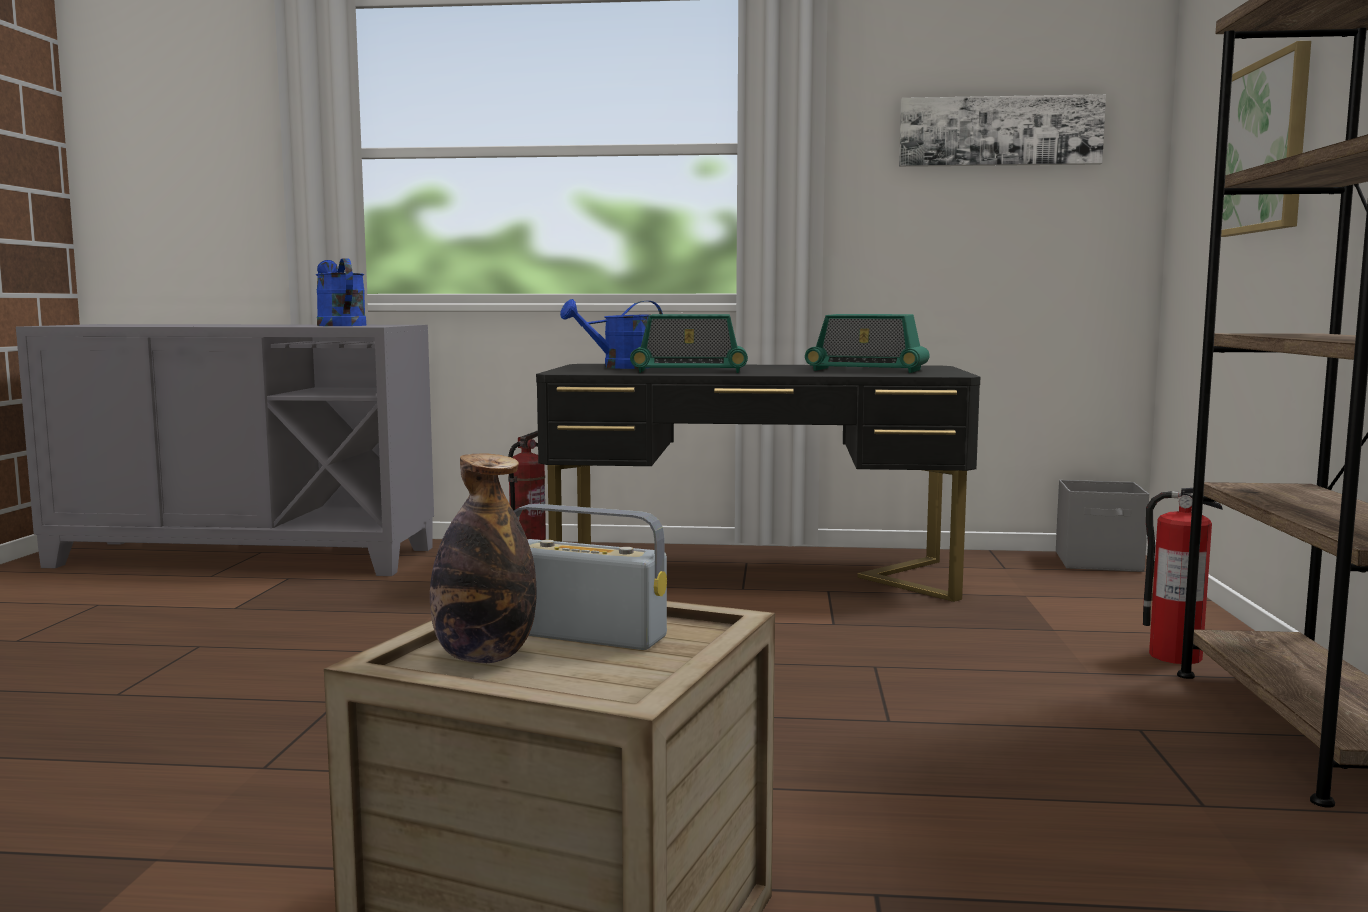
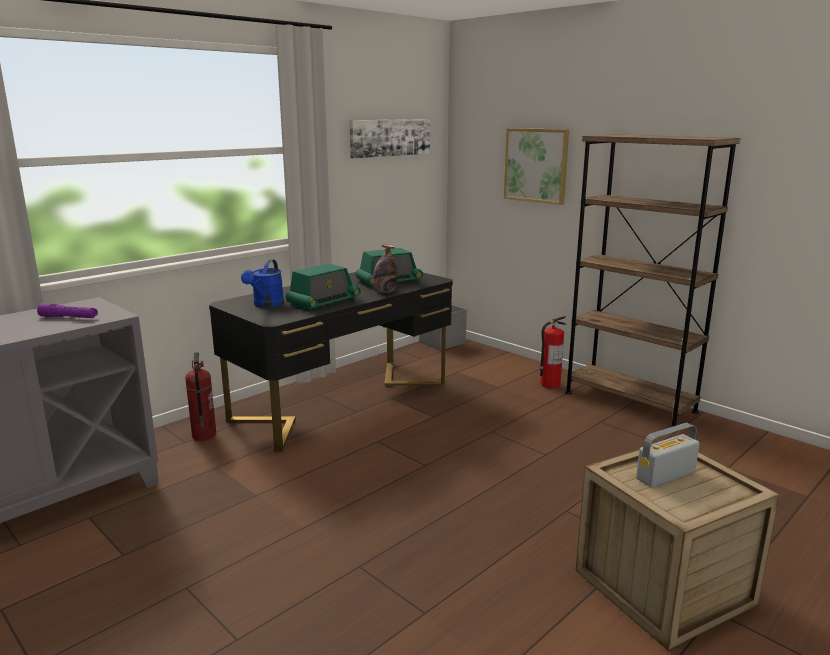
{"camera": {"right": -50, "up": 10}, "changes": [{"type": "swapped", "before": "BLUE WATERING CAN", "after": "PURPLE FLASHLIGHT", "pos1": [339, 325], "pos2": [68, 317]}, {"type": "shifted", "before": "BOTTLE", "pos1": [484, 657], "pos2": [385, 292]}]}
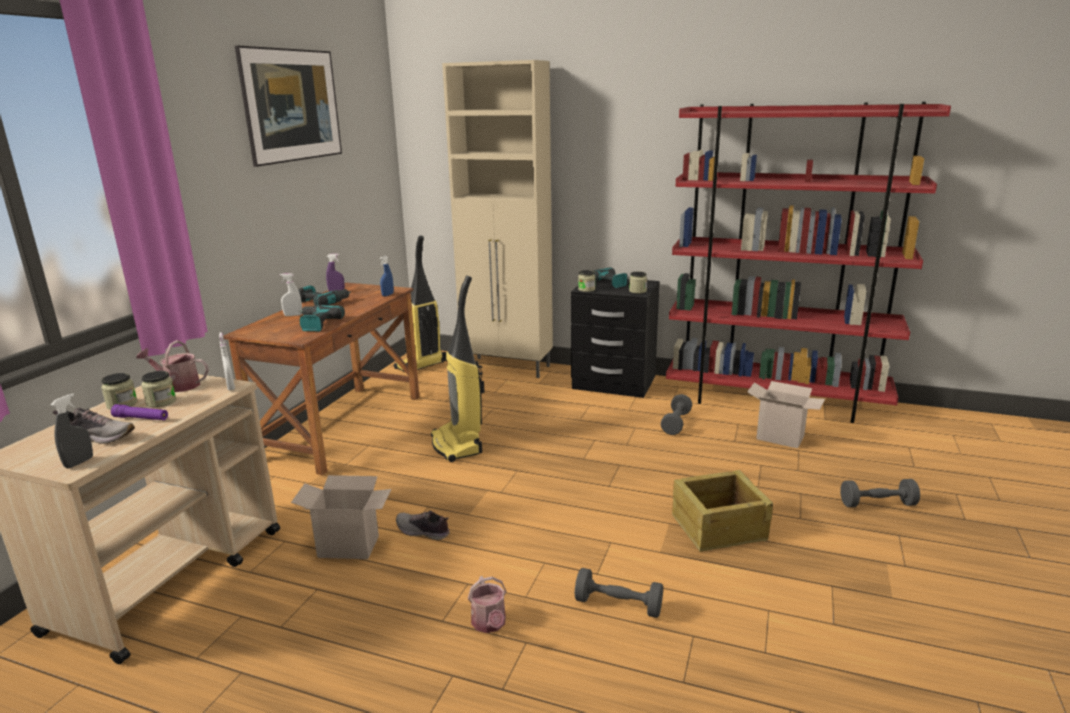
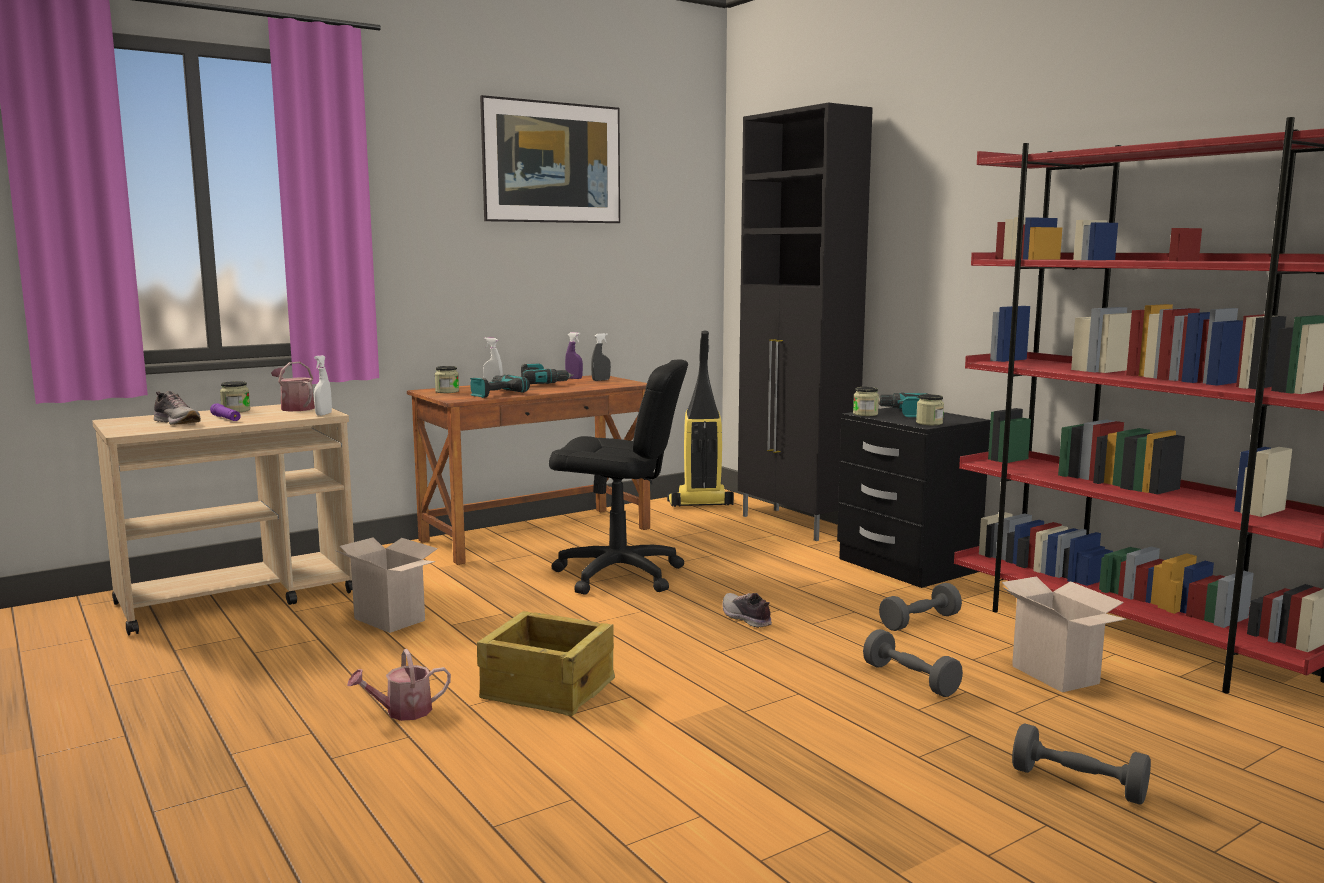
{"camera": {"right": 35, "up": -10}, "changes": [{"type": "rotated", "before": "WATERING CAN", "pos1": [490, 624], "pos2": [402, 712], "turn": 45}, {"type": "shifted", "before": "STORAGE JAR", "pos1": [161, 402], "pos2": [447, 391]}, {"type": "shifted", "before": "PACKING CRATE", "pos1": [717, 527], "pos2": [547, 688]}, {"type": "swapped", "before": "VACUUM", "after": "BLACK-COLOURED OFFICE CHAIR", "pos1": [458, 445], "pos2": [619, 575]}, {"type": "shifted", "before": "GREYISH SPRAY BOTTLE", "pos1": [79, 463], "pos2": [601, 380]}, {"type": "shifted", "before": "SHOE", "pos1": [423, 532], "pos2": [745, 618]}, {"type": "repainted", "before": "BEIGE CABINET", "after": "BLACK-COLOURED CABINET", "pos1": [508, 368], "pos2": [795, 525]}, {"type": "shifted", "before": "GREYISH FREE WEIGHT", "pos1": [618, 605], "pos2": [910, 679]}, {"type": "gone", "before": "BLUE SPRAY BOTTLE", "pos1": [387, 295]}]}
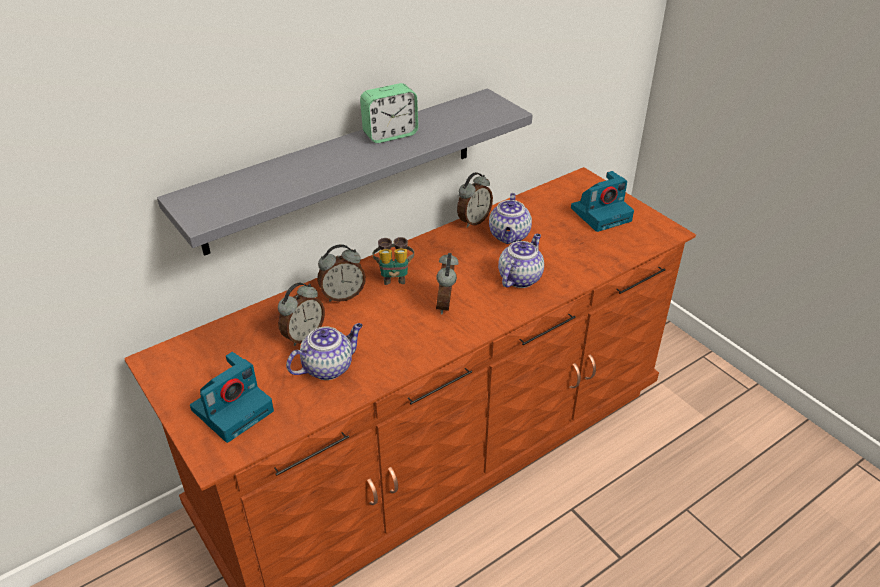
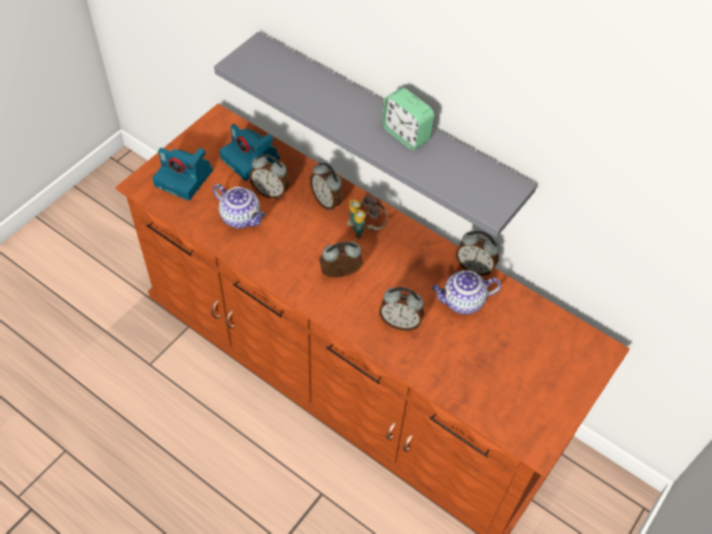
{"camera": {"right": 70, "up": 15}, "changes": [{"type": "shifted", "before": "PHOTO CAMERA", "pos1": [601, 214], "pos2": [251, 159]}, {"type": "swapped", "before": "TEA POT", "after": "BEDSIDE CLOCK", "pos1": [520, 278], "pos2": [400, 322]}]}
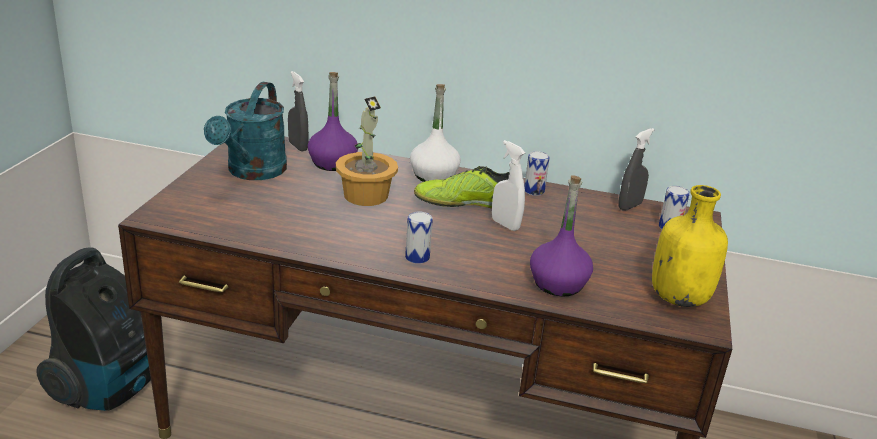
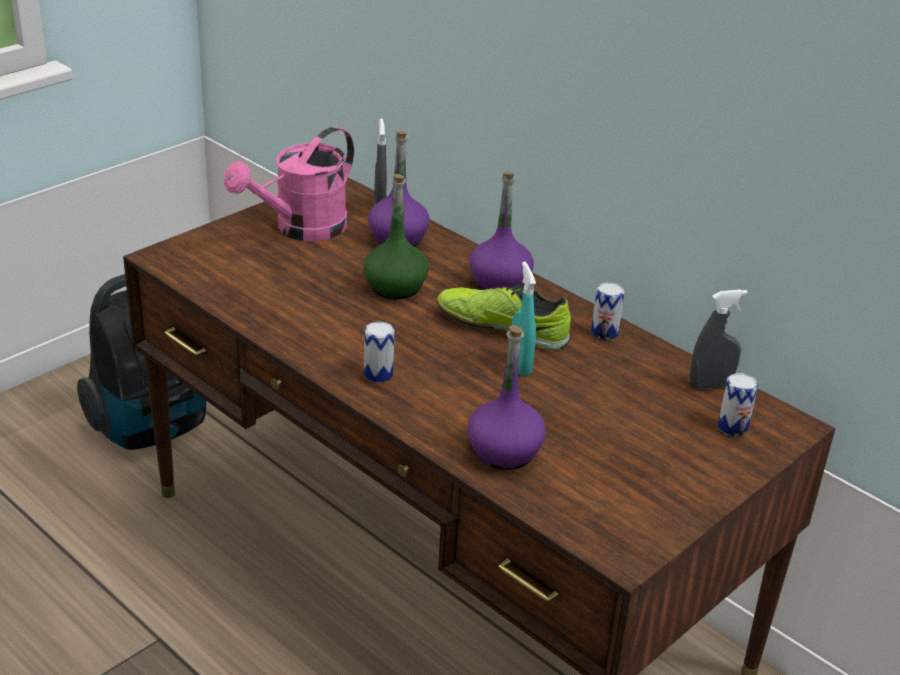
{"camera": {"right": 30, "up": 5}, "changes": [{"type": "repainted", "before": "TURQUOISE-COLOURED WATERING CAN", "after": "PINKISH WATERING CAN", "pos1": [252, 172], "pos2": [301, 230]}, {"type": "swapped", "before": "POTTED PLANT", "after": "GREENISH BOTTLE", "pos1": [365, 195], "pos2": [395, 287]}, {"type": "repainted", "before": "WHITE BOTTLE", "after": "PURPLE BOTTLE", "pos1": [433, 176], "pos2": [499, 282]}, {"type": "repainted", "before": "WHITE SPRAY BOTTLE", "after": "TURQUOISE-COLOURED SPRAY BOTTLE", "pos1": [505, 224], "pos2": [520, 365]}, {"type": "gone", "before": "YELLOW-COLOURED BOTTLE", "pos1": [679, 297]}]}
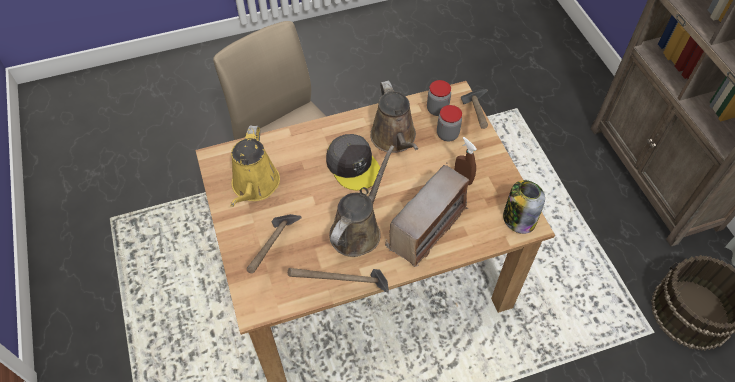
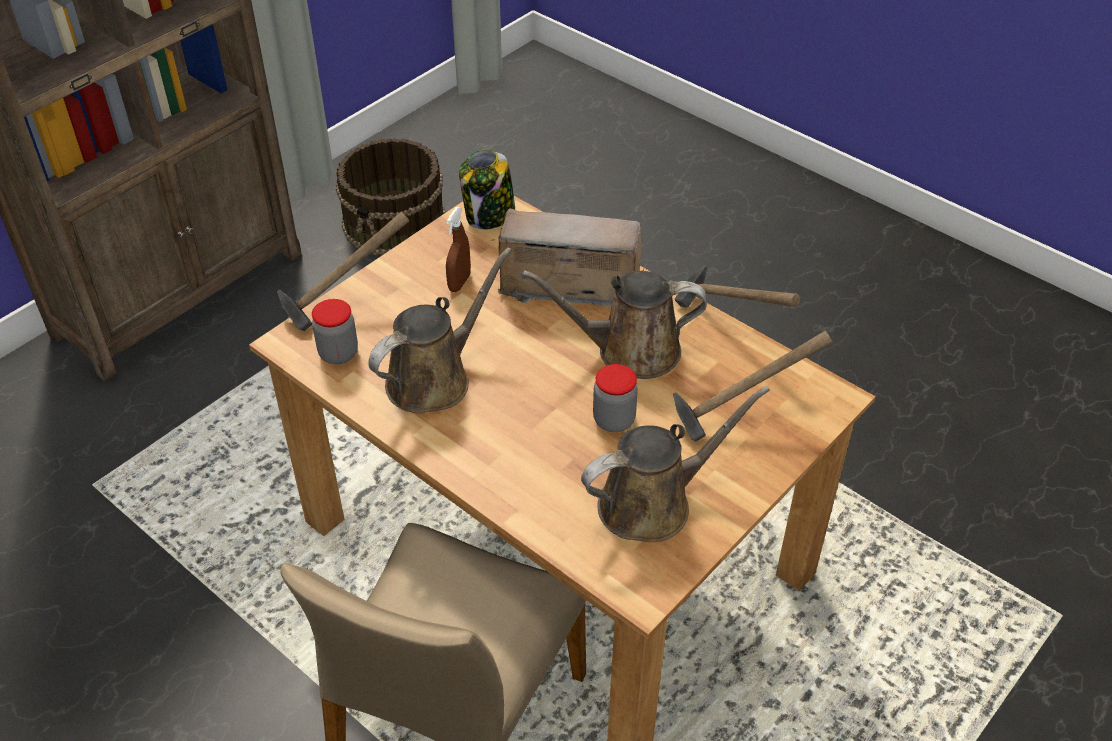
{"camera": {"right": -120, "up": -10}, "changes": [{"type": "repainted", "before": "YELLOW-COLOURED WATERING CAN", "after": "BROWN-COLOURED WATERING CAN", "pos1": [255, 186], "pos2": [653, 503]}, {"type": "shifted", "before": "STORAGE JAR", "pos1": [447, 134], "pos2": [614, 420]}, {"type": "gone", "before": "GREYISH BASEBALL CAP", "pos1": [353, 165]}]}
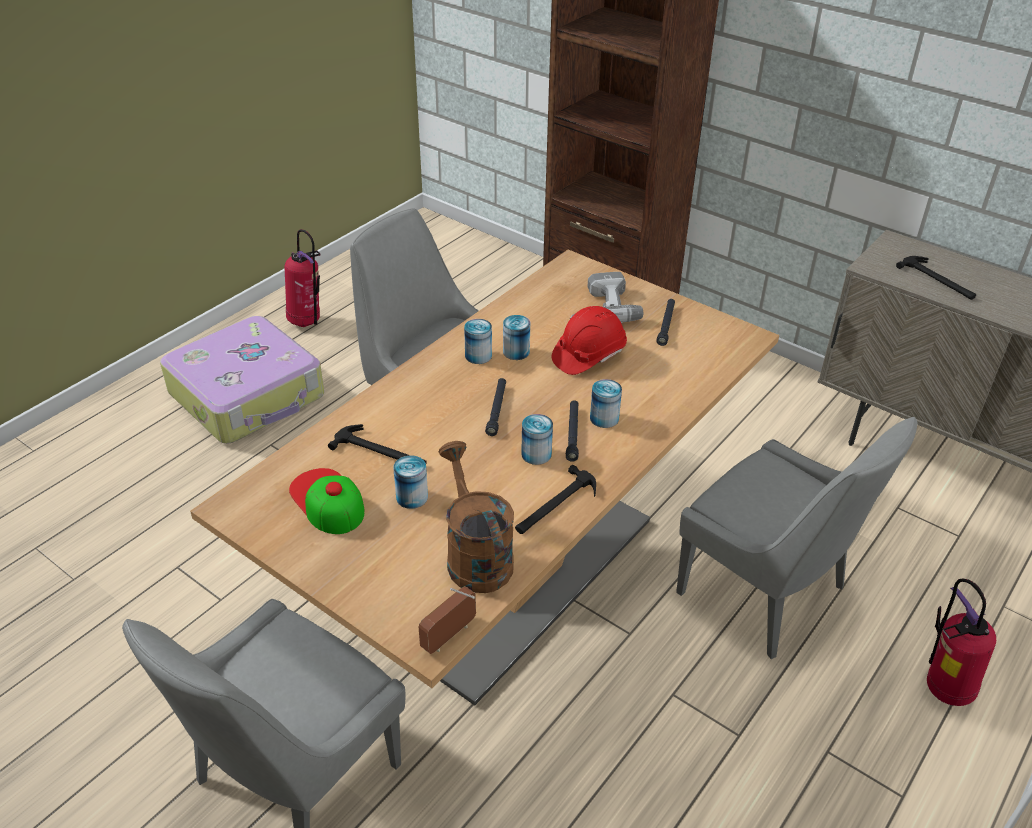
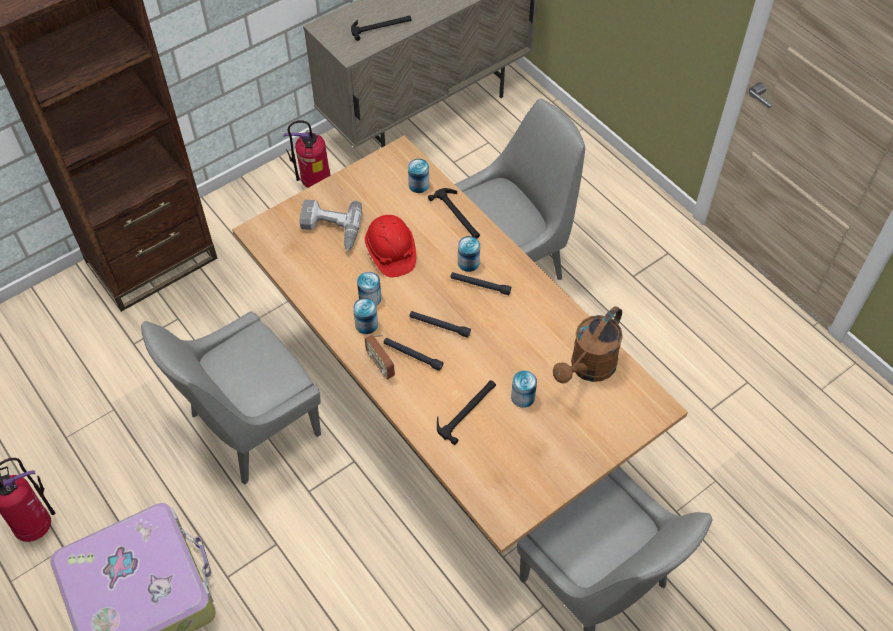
{"camera": {"right": -75, "up": 15}, "changes": [{"type": "shifted", "before": "FIRE EXTINGUISHER", "pos1": [943, 689], "pos2": [314, 184]}, {"type": "shifted", "before": "RADIO RECEIVER", "pos1": [449, 636], "pos2": [381, 365]}, {"type": "shifted", "before": "BLACK-COLOURED FLASHLIGHT", "pos1": [666, 325], "pos2": [412, 356]}, {"type": "shifted", "before": "CAN", "pos1": [536, 454], "pos2": [418, 185]}, {"type": "shifted", "before": "HAND HAMMER", "pos1": [555, 505], "pos2": [458, 215]}, {"type": "rotated", "before": "BROWN-COLOURED WATERING CAN", "pos1": [475, 555], "pos2": [588, 369], "turn": -45}, {"type": "gone", "before": "BASEBALL CAP", "pos1": [327, 501]}]}
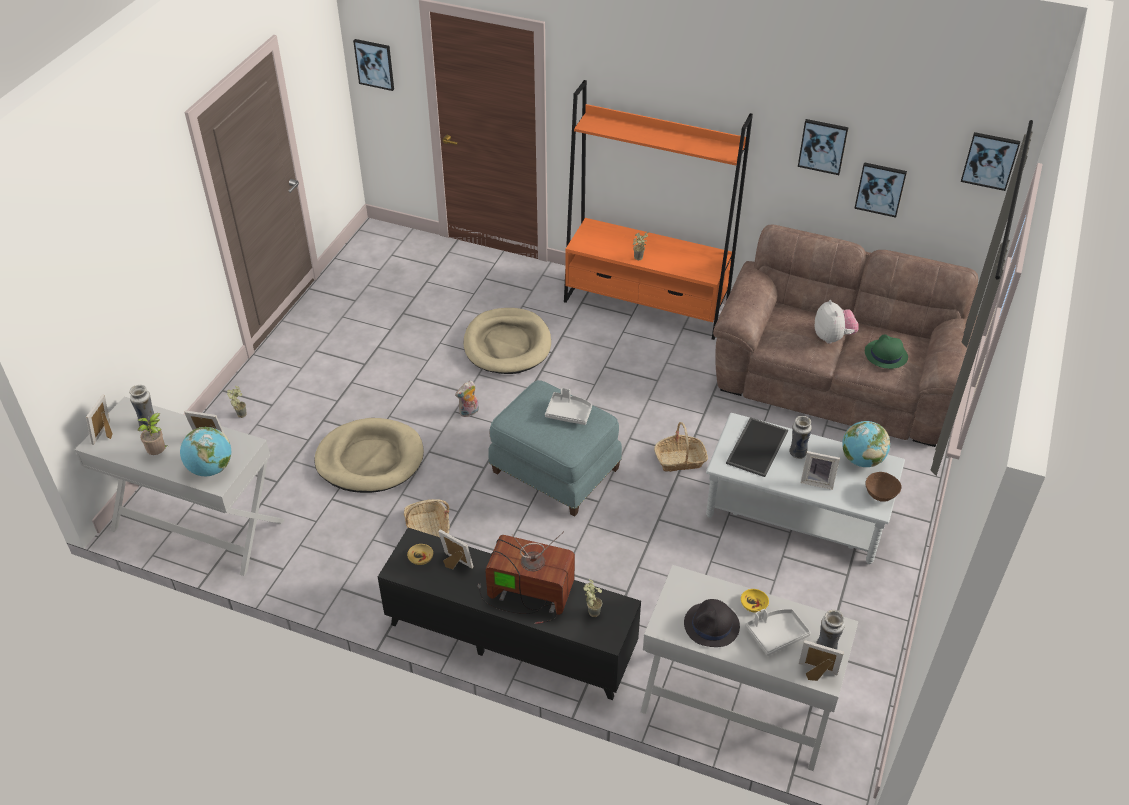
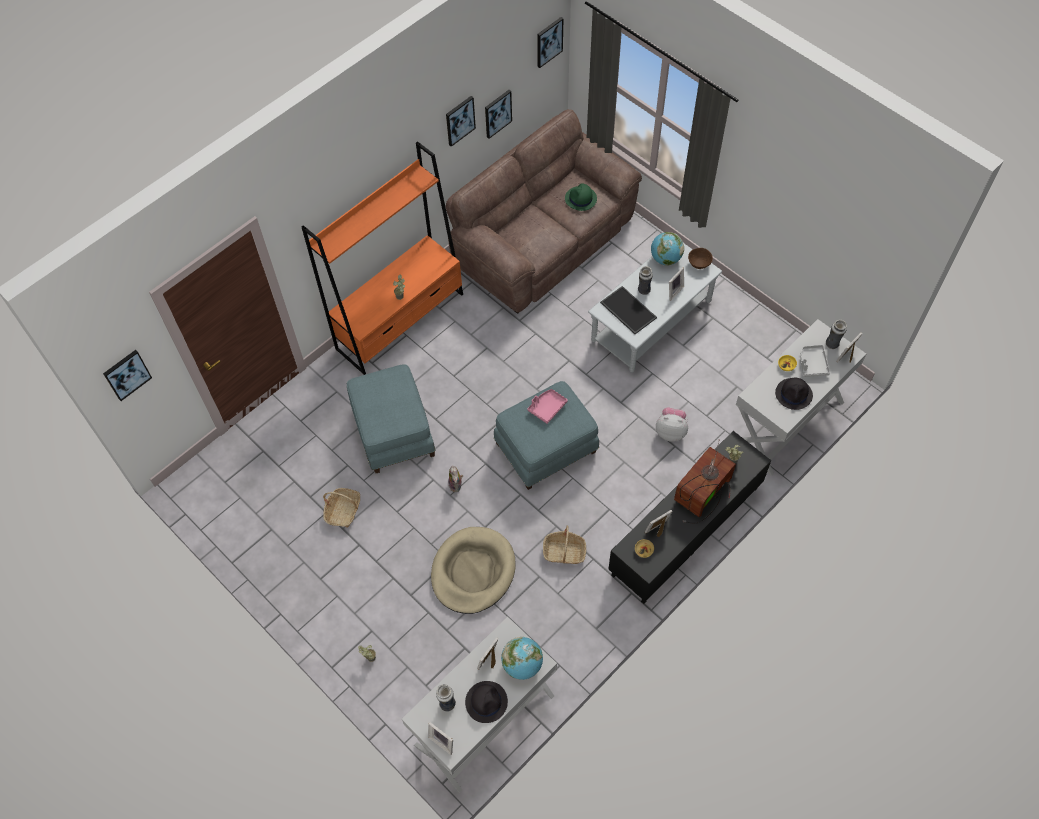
{"camera": {"right": -65, "up": 15}, "changes": [{"type": "shifted", "before": "HOUSEHOLD BASKET", "pos1": [680, 460], "pos2": [343, 511]}, {"type": "swapped", "before": "BEIGE PET BED", "after": "BLUE POUFFE", "pos1": [507, 344], "pos2": [393, 432]}, {"type": "swapped", "before": "POTTED PLANT", "after": "BLACK-COLOURED WEARABLE HAT", "pos1": [159, 453], "pos2": [486, 701]}, {"type": "repainted", "before": "GREYISH CARRYING TRAY", "after": "PINKISH CARRYING TRAY", "pos1": [568, 413], "pos2": [547, 407]}, {"type": "shifted", "before": "PLUSH TOY", "pos1": [832, 337], "pos2": [670, 431]}]}
